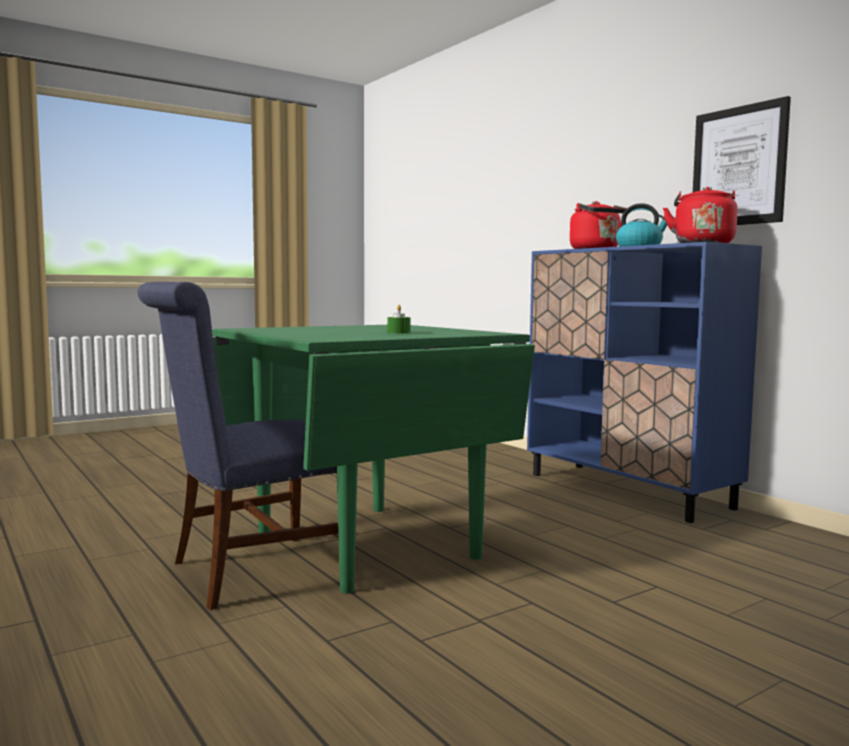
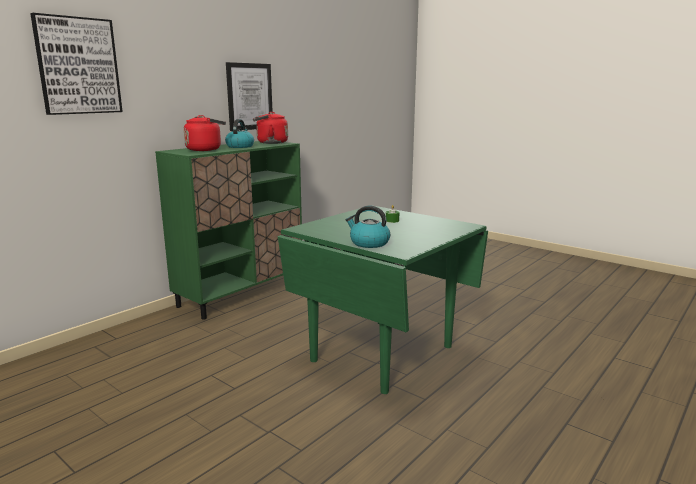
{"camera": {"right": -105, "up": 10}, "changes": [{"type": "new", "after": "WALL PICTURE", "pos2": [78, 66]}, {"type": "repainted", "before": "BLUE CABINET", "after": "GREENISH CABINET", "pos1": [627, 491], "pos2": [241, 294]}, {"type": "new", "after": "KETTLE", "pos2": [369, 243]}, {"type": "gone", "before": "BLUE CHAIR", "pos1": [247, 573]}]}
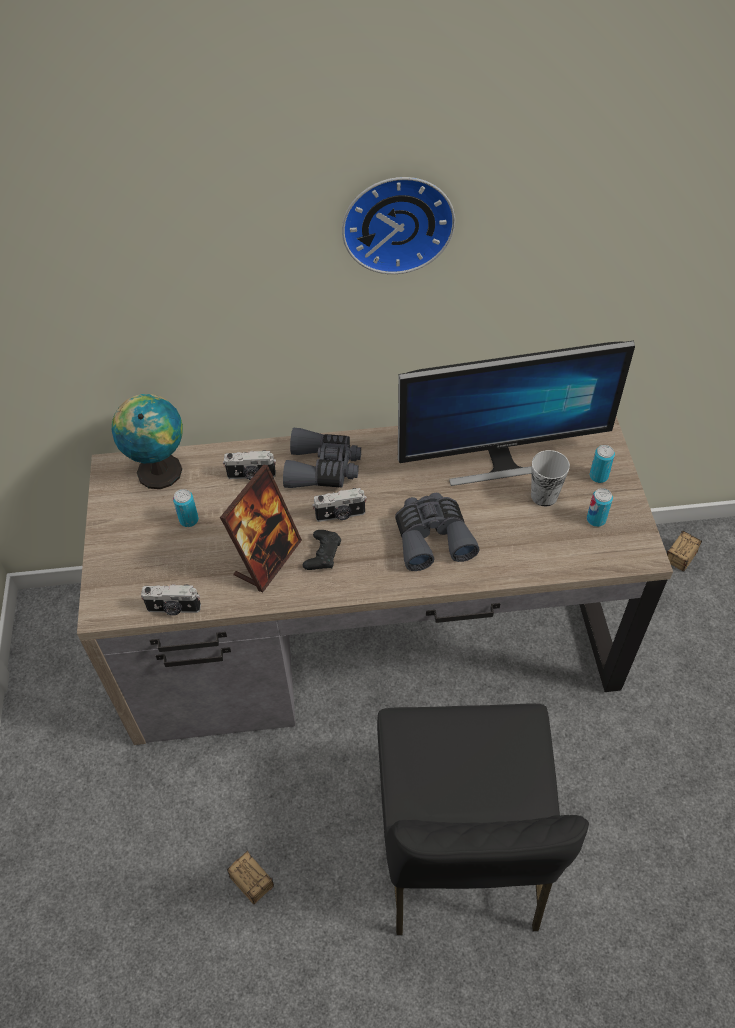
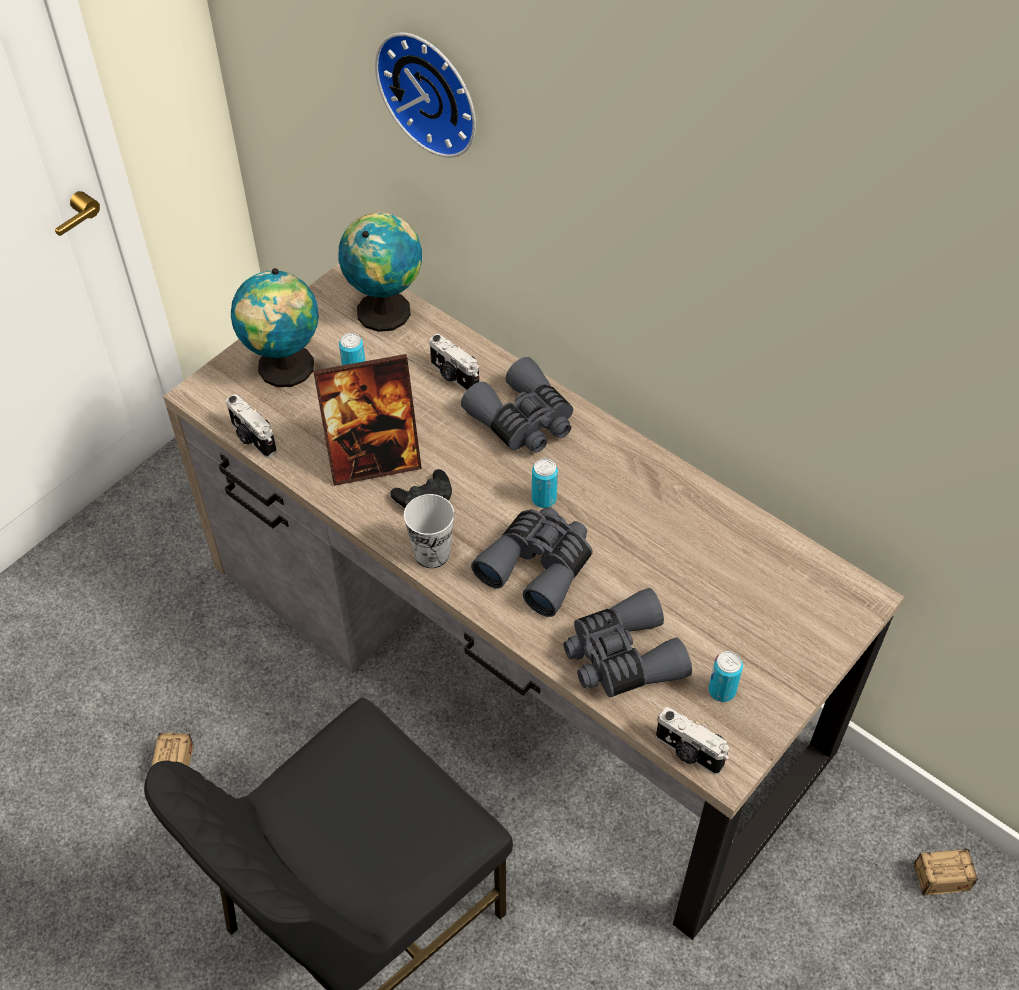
{"camera": {"right": 45, "up": 0}, "changes": [{"type": "new", "after": "GLOBE", "pos2": [285, 370]}, {"type": "shifted", "before": "HANGING CLOCK", "pos1": [397, 221], "pos2": [432, 91]}, {"type": "shifted", "before": "DRINKING CUP", "pos1": [544, 496], "pos2": [432, 553]}, {"type": "shifted", "before": "CAN", "pos1": [598, 476], "pos2": [544, 499]}, {"type": "new", "after": "GREYISH BINOCULARS", "pos2": [622, 657]}, {"type": "shifted", "before": "PHOTO CAMERA", "pos1": [340, 515], "pos2": [688, 752]}, {"type": "gone", "before": "COMPUTER SCREEN", "pos1": [501, 461]}]}
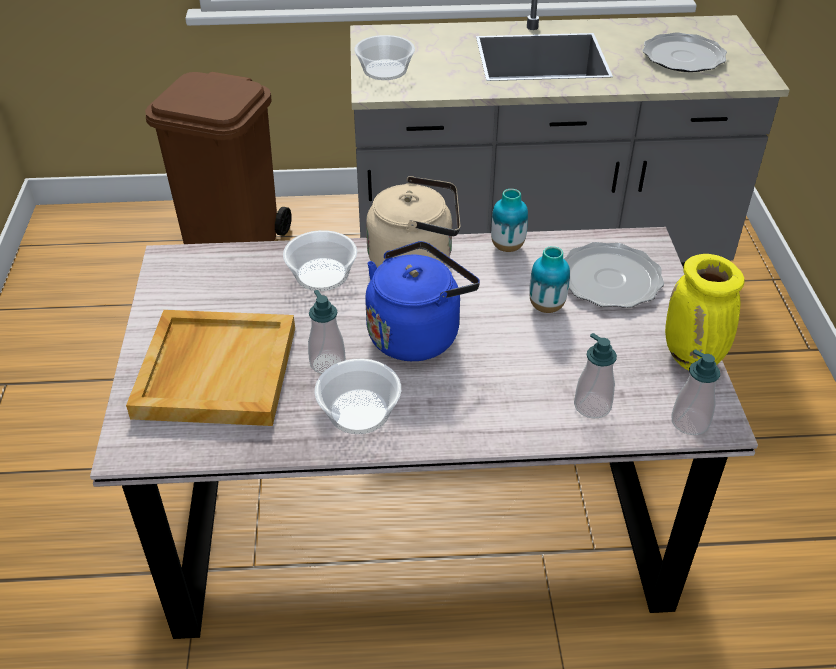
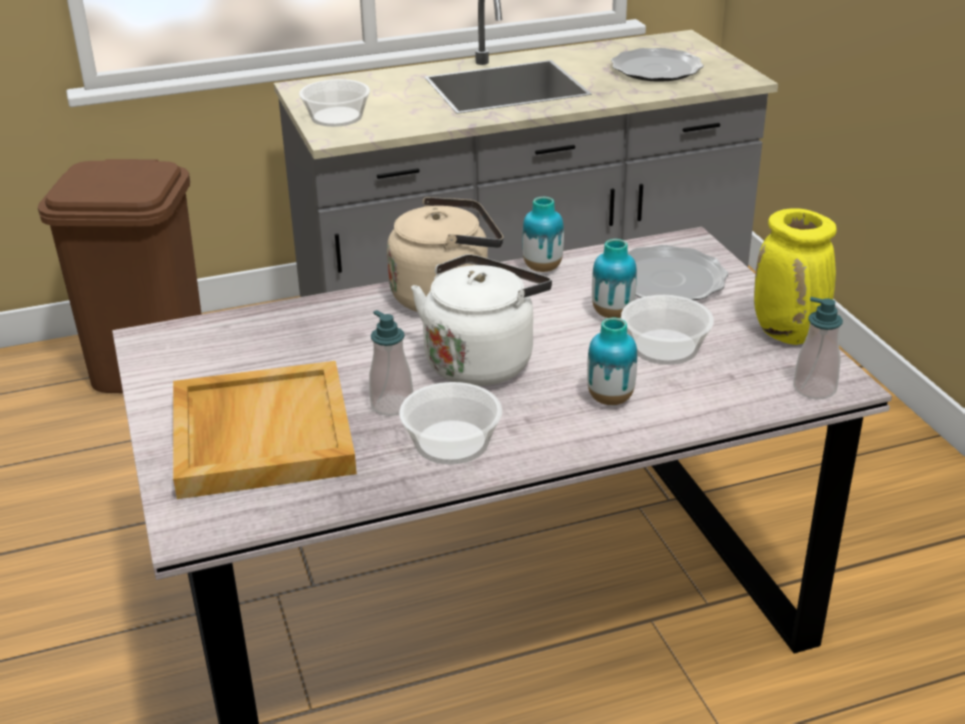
{"camera": {"right": -15, "up": -10}, "changes": [{"type": "repainted", "before": "BLUE KETTLE", "after": "WHITE KETTLE", "pos1": [417, 333], "pos2": [482, 361]}, {"type": "new", "after": "DECORATIVE VASE", "pos2": [610, 399]}, {"type": "shifted", "before": "BOWL", "pos1": [321, 274], "pos2": [664, 347]}, {"type": "gone", "before": "SOAP BOTTLE", "pos1": [592, 406]}]}
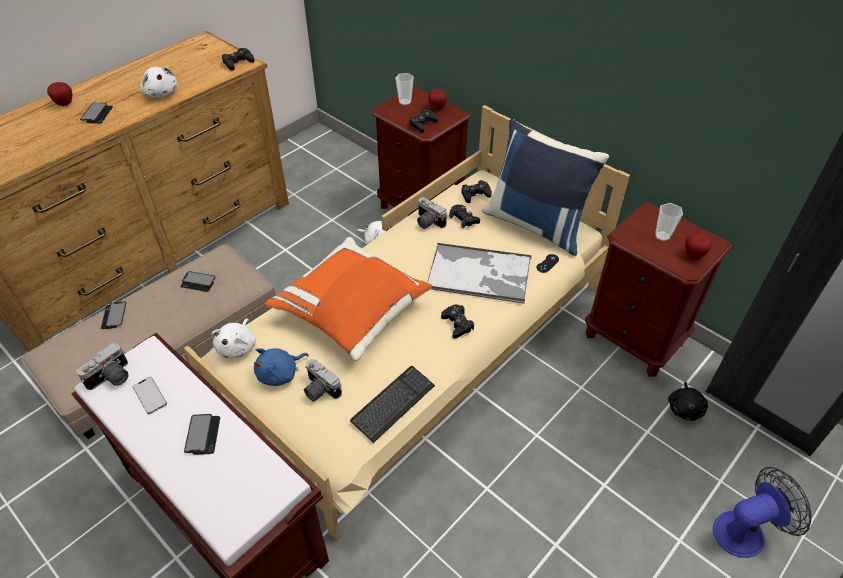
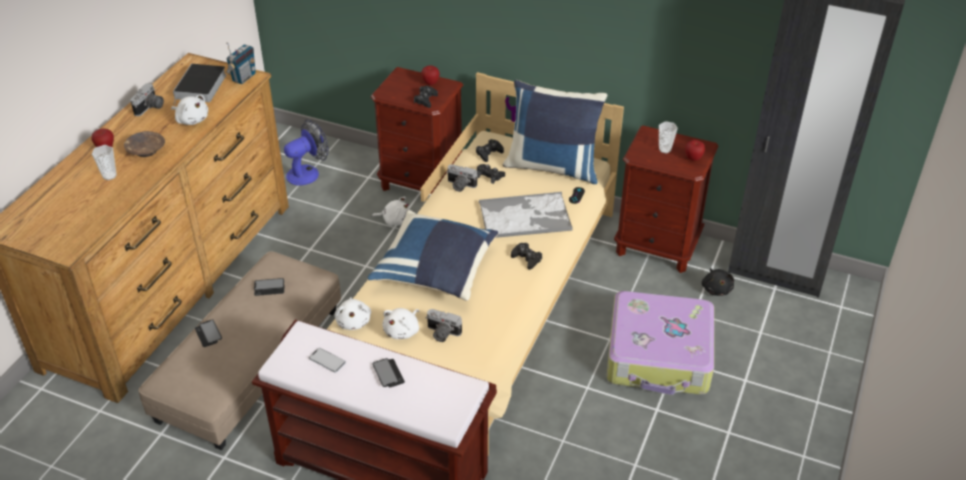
{"camera": {"right": -20, "up": -5}, "changes": [{"type": "shifted", "before": "DRINKING CUP", "pos1": [405, 102], "pos2": [109, 176]}, {"type": "swapped", "before": "PHONE", "after": "BROWN-COLOURED BOWL", "pos1": [97, 114], "pos2": [146, 151]}, {"type": "shifted", "before": "PHOTO CAMERA", "pos1": [111, 378], "pos2": [150, 108]}, {"type": "new", "after": "VOLUME", "pos2": [200, 87]}, {"type": "swapped", "before": "BLACK-COLOURED GAMEPAD", "after": "RADIO RECEIVER", "pos1": [238, 62], "pos2": [243, 77]}, {"type": "shifted", "before": "FAN", "pos1": [746, 530], "pos2": [308, 173]}, {"type": "repainted", "before": "ORANGE-COLOURED THROW PILLOW", "after": "BLUE THROW PILLOW", "pos1": [353, 312], "pos2": [436, 271]}, {"type": "repainted", "before": "BLUE PLUSH TOY", "after": "WHITE PLUSH TOY", "pos1": [280, 374], "pos2": [403, 331]}, {"type": "new", "after": "SUITCASE", "pos2": [659, 356]}, {"type": "gone", "before": "PC KEYBOARD", "pos1": [393, 404]}]}
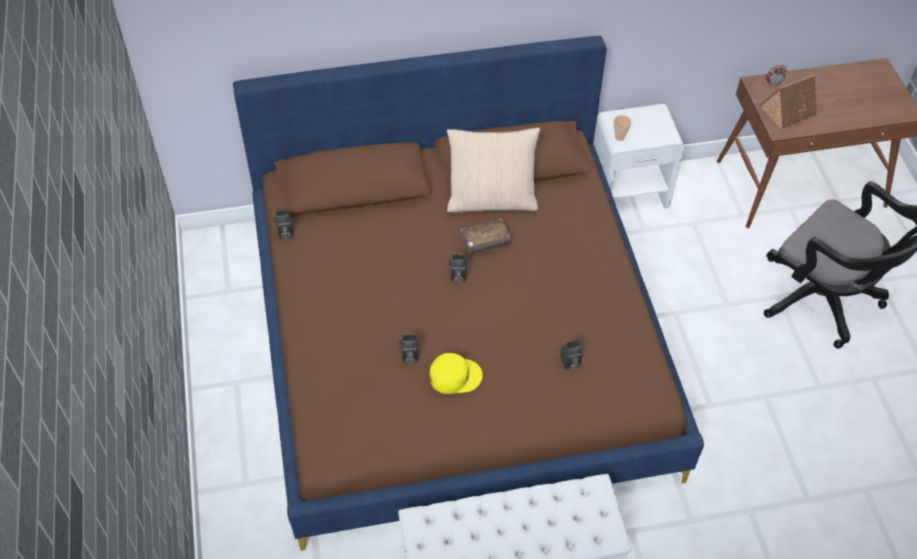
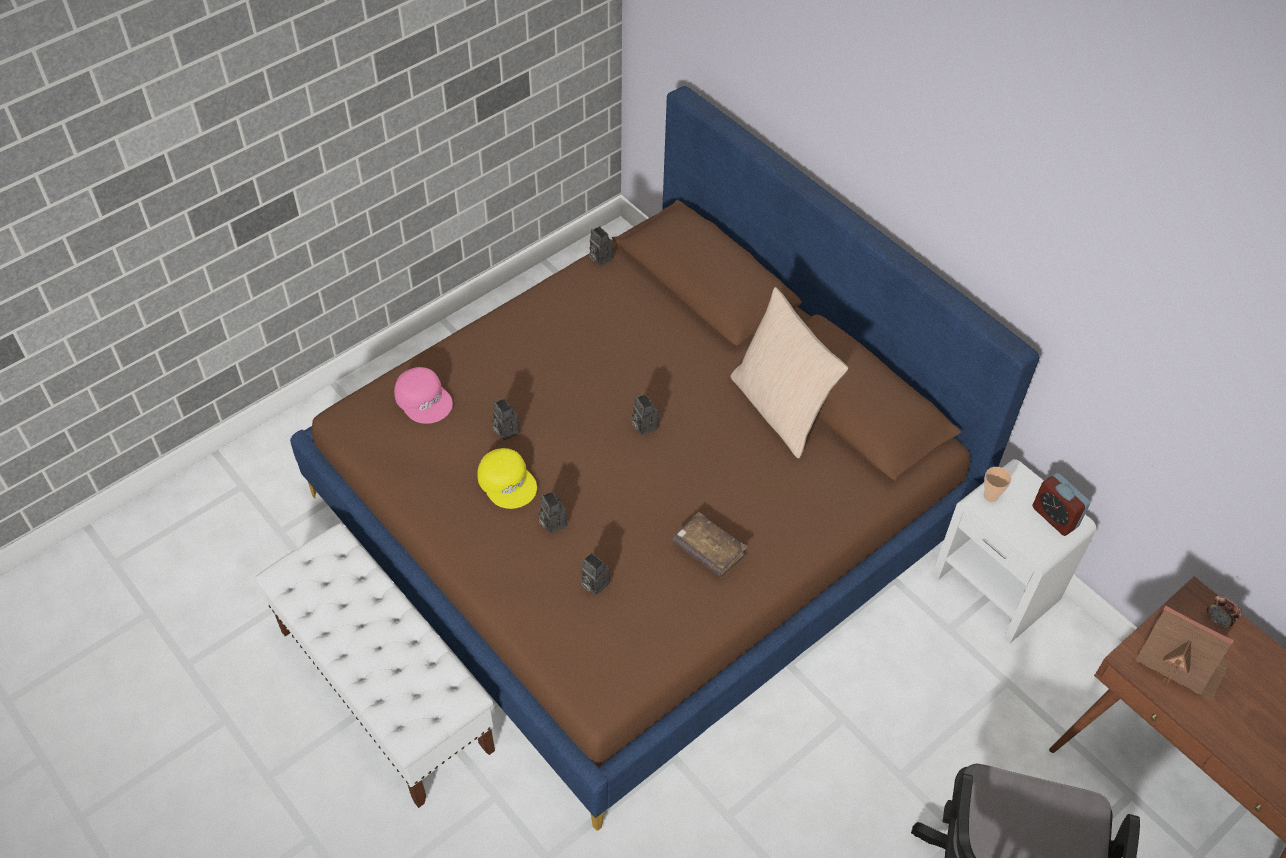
{"camera": {"right": 60, "up": 0}, "changes": [{"type": "new", "after": "PINKISH BASEBALL CAP", "pos2": [424, 399]}, {"type": "new", "after": "PHOTO CAMERA", "pos2": [552, 522]}, {"type": "shifted", "before": "BROWN-COLOURED VOLUME", "pos1": [485, 241], "pos2": [708, 550]}, {"type": "new", "after": "BEDSIDE CLOCK", "pos2": [1055, 517]}]}
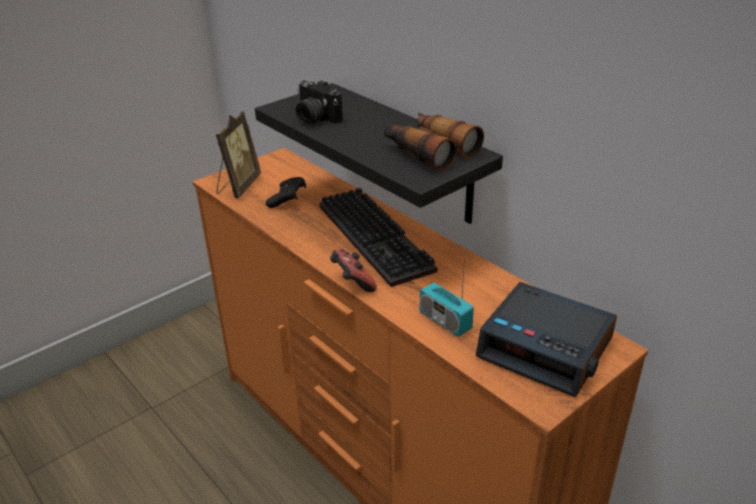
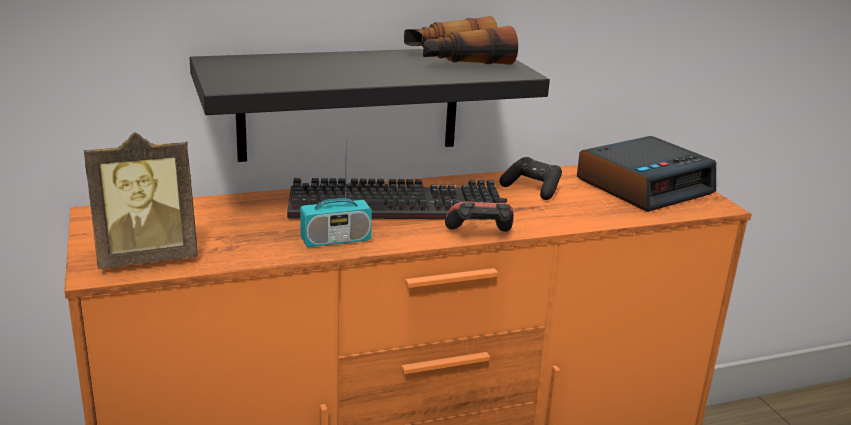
{"camera": {"right": -70, "up": -10}, "changes": [{"type": "rotated", "before": "STANDING FRAME", "pos1": [238, 187], "pos2": [147, 258], "turn": 120}, {"type": "shifted", "before": "RADIO RECEIVER", "pos1": [445, 321], "pos2": [336, 240]}, {"type": "shifted", "before": "BLACK-COLOURED GAMEPAD", "pos1": [288, 200], "pos2": [532, 189]}, {"type": "gone", "before": "PHOTO CAMERA", "pos1": [315, 119]}]}
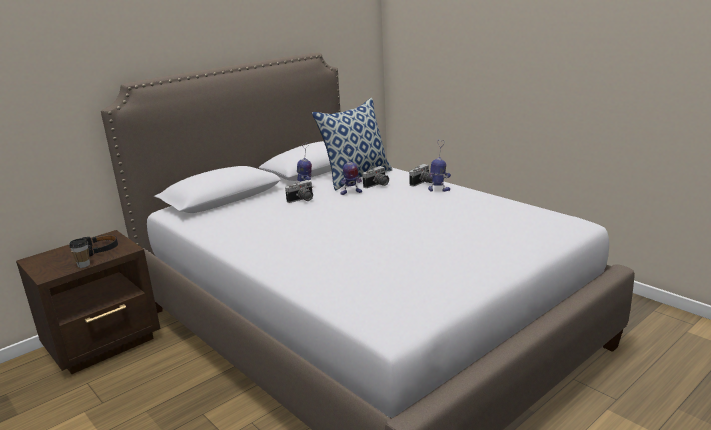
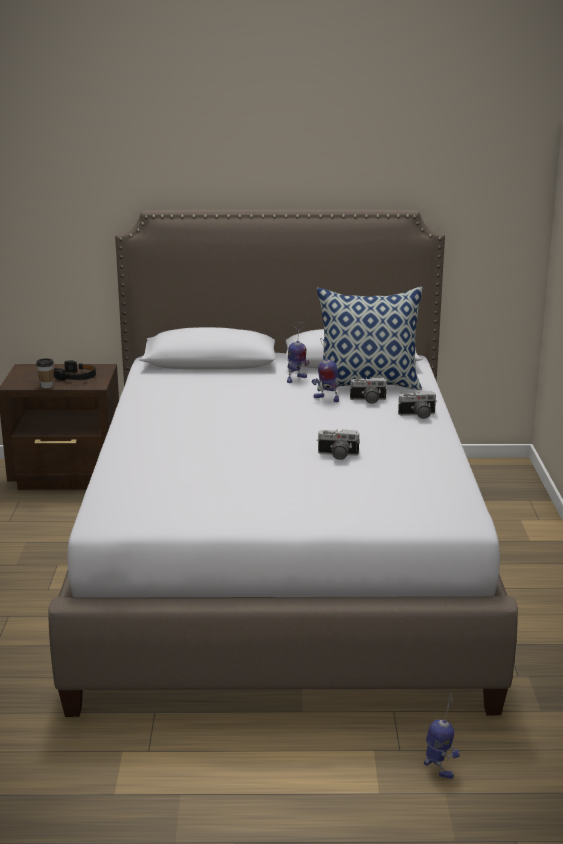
{"camera": {"right": 40, "up": 0}, "changes": [{"type": "shifted", "before": "PHOTO CAMERA", "pos1": [302, 200], "pos2": [337, 456]}, {"type": "shifted", "before": "MODEL ROBOT", "pos1": [439, 190], "pos2": [439, 768]}]}
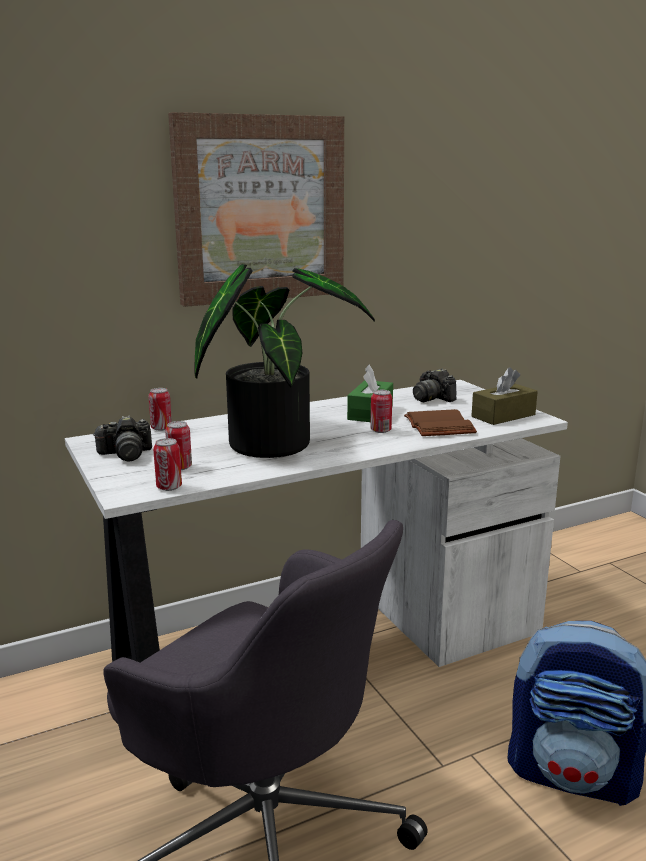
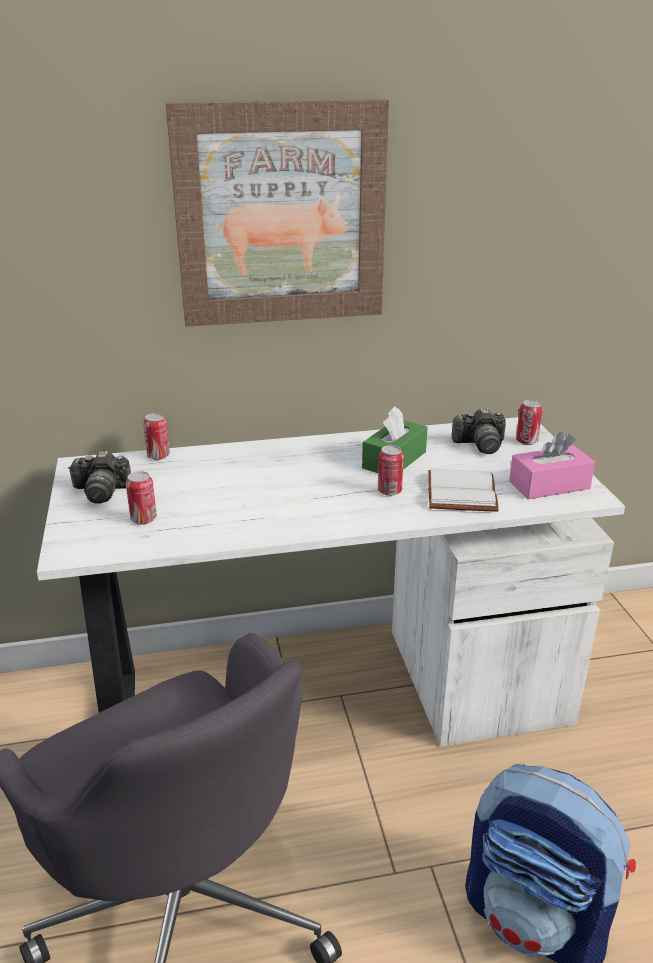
{"camera": {"right": 15, "up": 10}, "changes": [{"type": "repainted", "before": "BROWN-COLOURED VOLUME", "after": "WHITE VOLUME", "pos1": [441, 426], "pos2": [464, 493]}, {"type": "rotated", "before": "PHOTO CAMERA", "pos1": [432, 398], "pos2": [480, 445], "turn": -75}, {"type": "repainted", "before": "BROWN-COLOURED TISSUE BOX", "after": "PINKISH TISSUE BOX", "pos1": [503, 416], "pos2": [549, 485]}, {"type": "shifted", "before": "CAN", "pos1": [169, 487], "pos2": [526, 441]}, {"type": "gone", "before": "POTTED PLANT", "pos1": [273, 441]}]}
